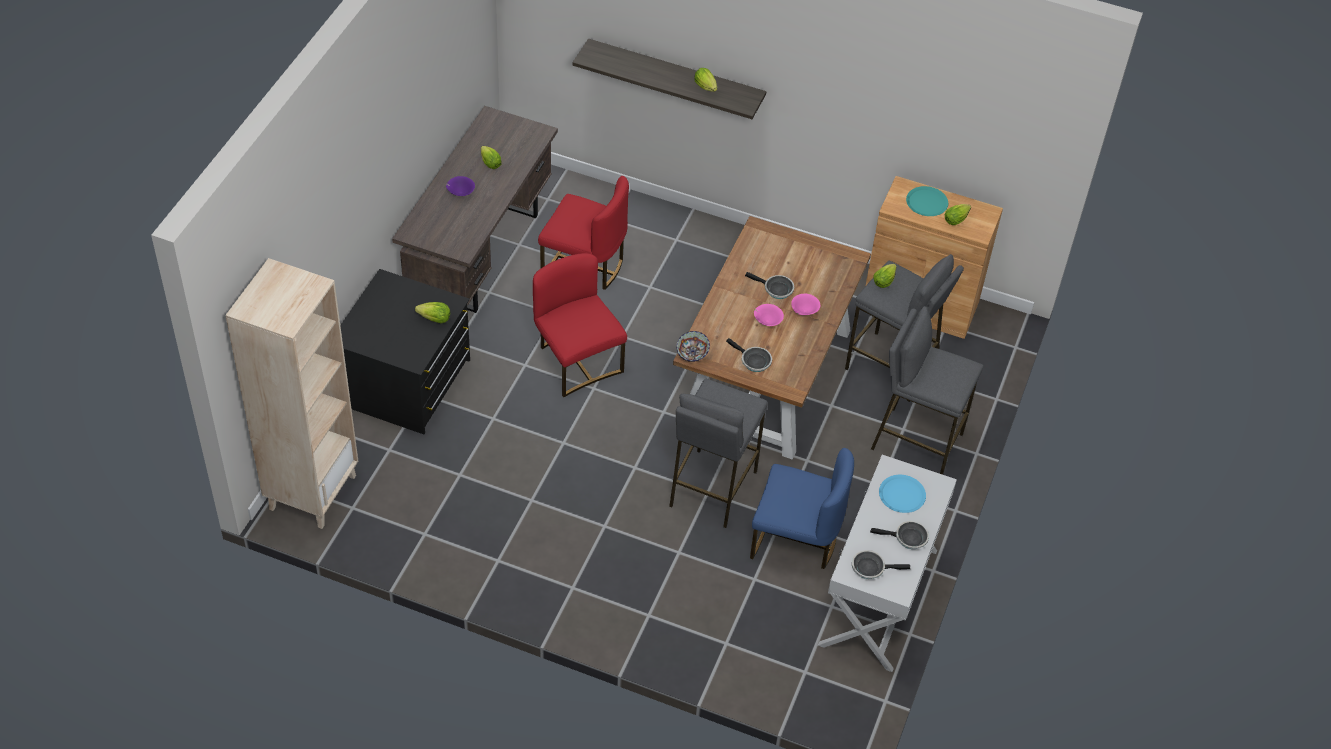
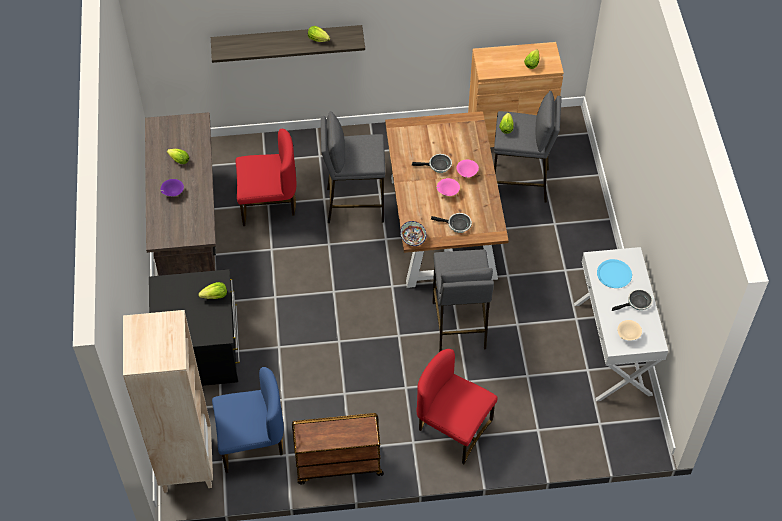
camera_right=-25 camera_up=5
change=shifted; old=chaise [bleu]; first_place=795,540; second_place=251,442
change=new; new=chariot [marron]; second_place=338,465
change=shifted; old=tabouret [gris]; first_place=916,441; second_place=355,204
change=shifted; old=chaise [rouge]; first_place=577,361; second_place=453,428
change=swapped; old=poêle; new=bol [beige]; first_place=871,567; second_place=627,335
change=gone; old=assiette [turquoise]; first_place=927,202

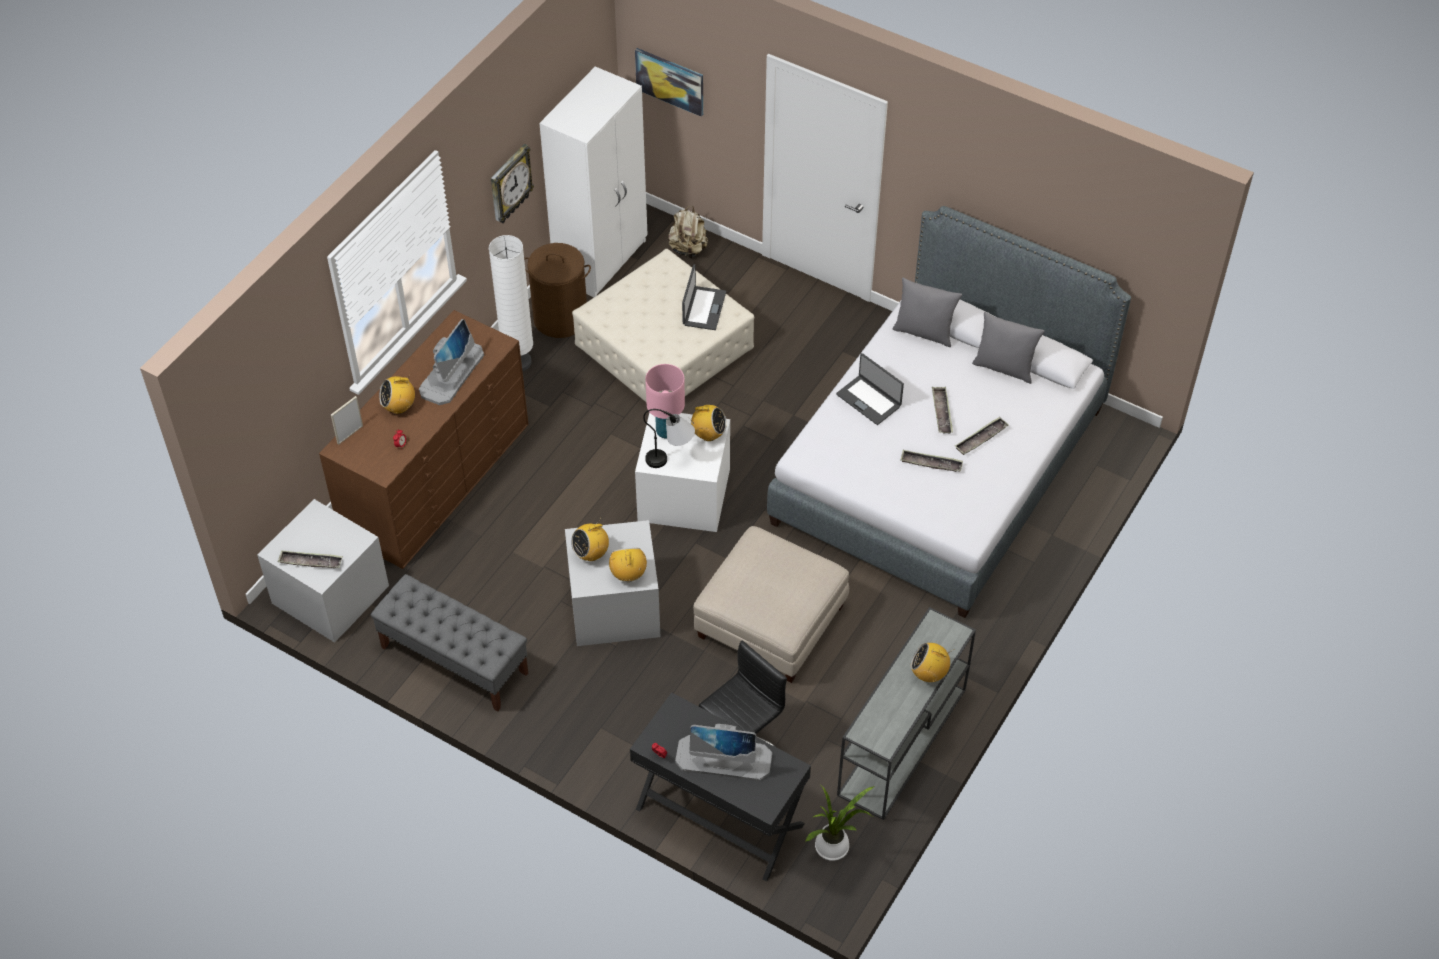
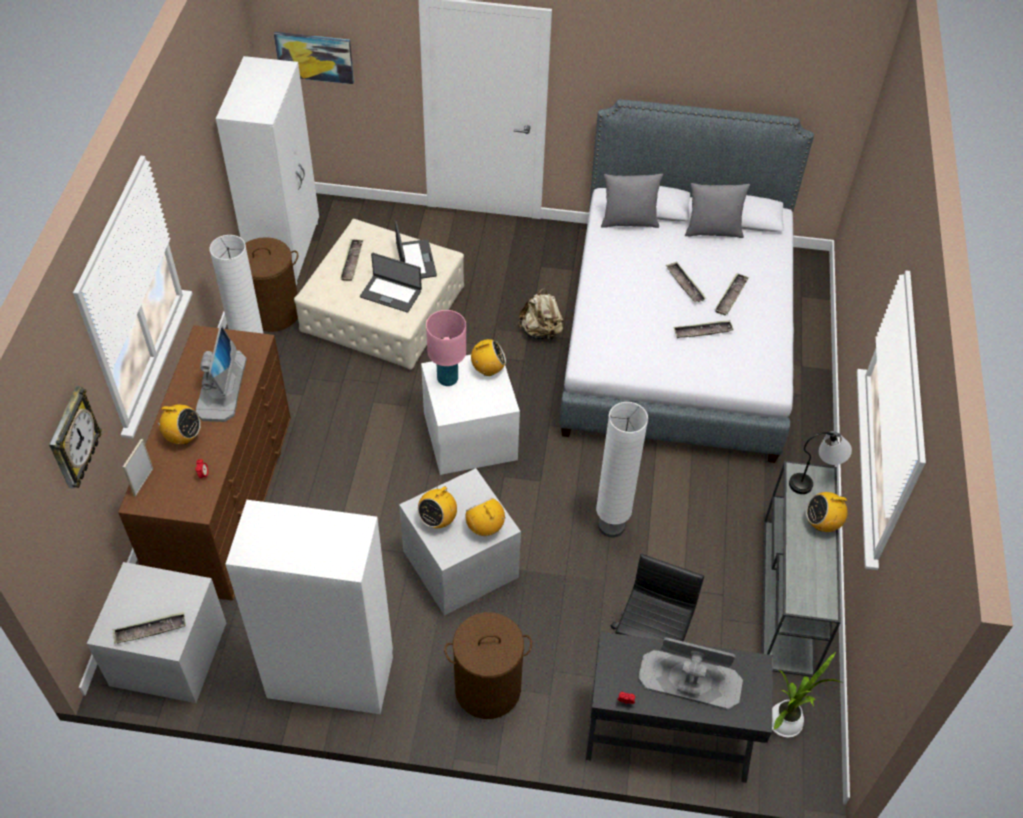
camera_right=-25 camera_up=0
change=shifted; old=horloge murale; first_place=509,184; second_place=73,440
change=rotated; old=radio; first_place=399,407; second_place=183,437; degrees=-120
change=swapped; old=banc [gris]; new=armoire [blanc]; first_place=454,660; second_place=329,675
change=new; new=plateau; second_place=352,262
change=shifted; old=ordinateur portable; first_place=869,400; second_place=391,293
change=new; new=panier à linge [marron]; second_place=487,689
change=shifted; old=sac à dos [beige]; first_place=688,249; second_place=541,331
change=swapped; old=pouf [beige]; new=lampadaire [blanc]; first_place=771,621; second_place=611,526
change=rotated; old=écran d'ordinateur; first_place=724,758; second_place=689,680; degrees=-150
change=shifted; old=lampe de table; first_place=671,460; second_place=815,480

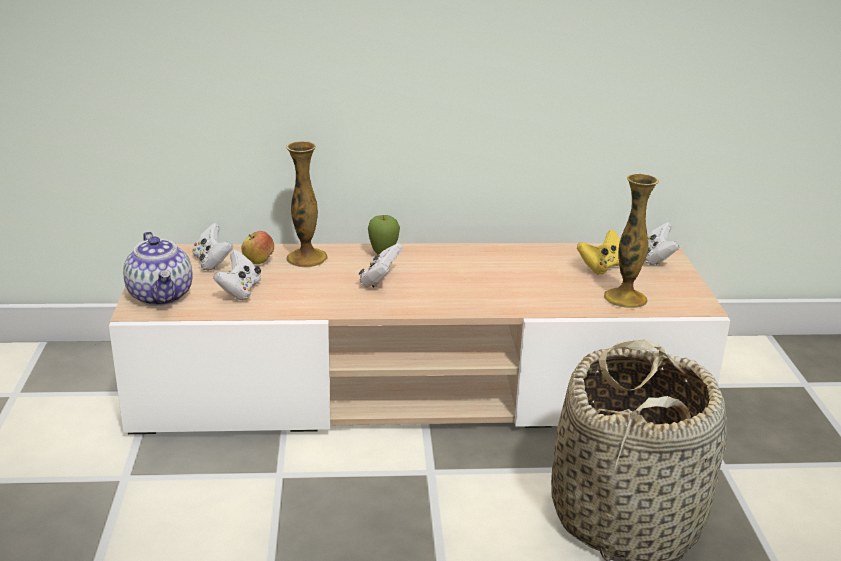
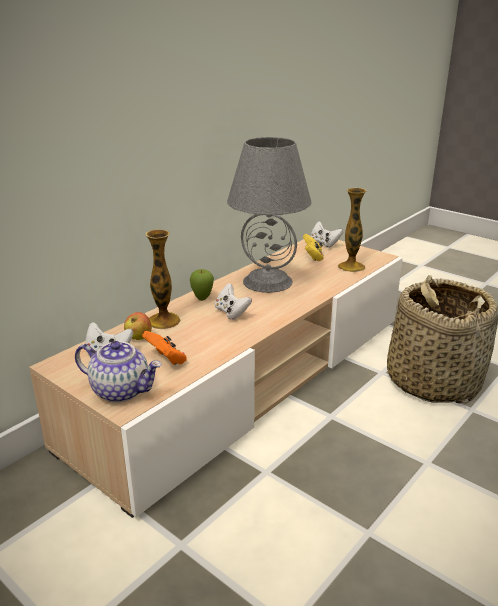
camera_right=-45 camera_up=0
change=repainted; old=manette [blanc]; new=manette [orange]; first_place=240,291; second_place=166,360
change=new; new=lampe de table [gris]; second_place=268,281

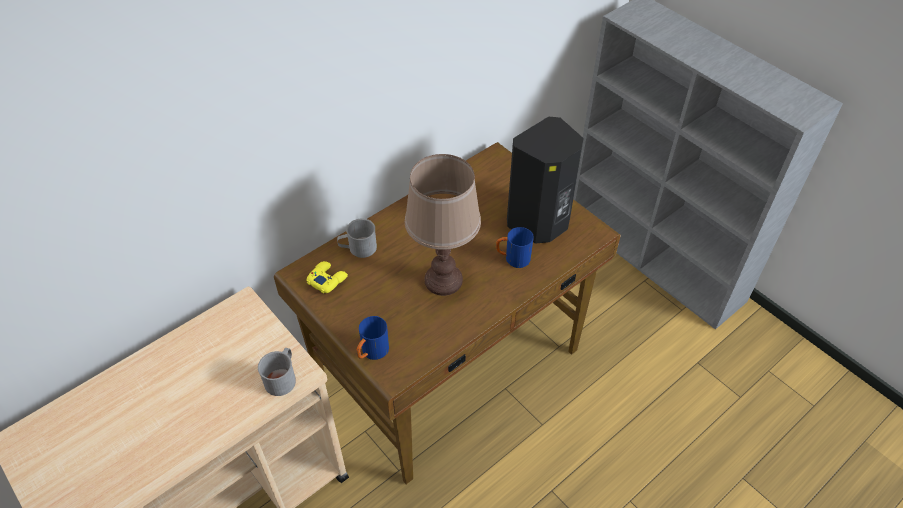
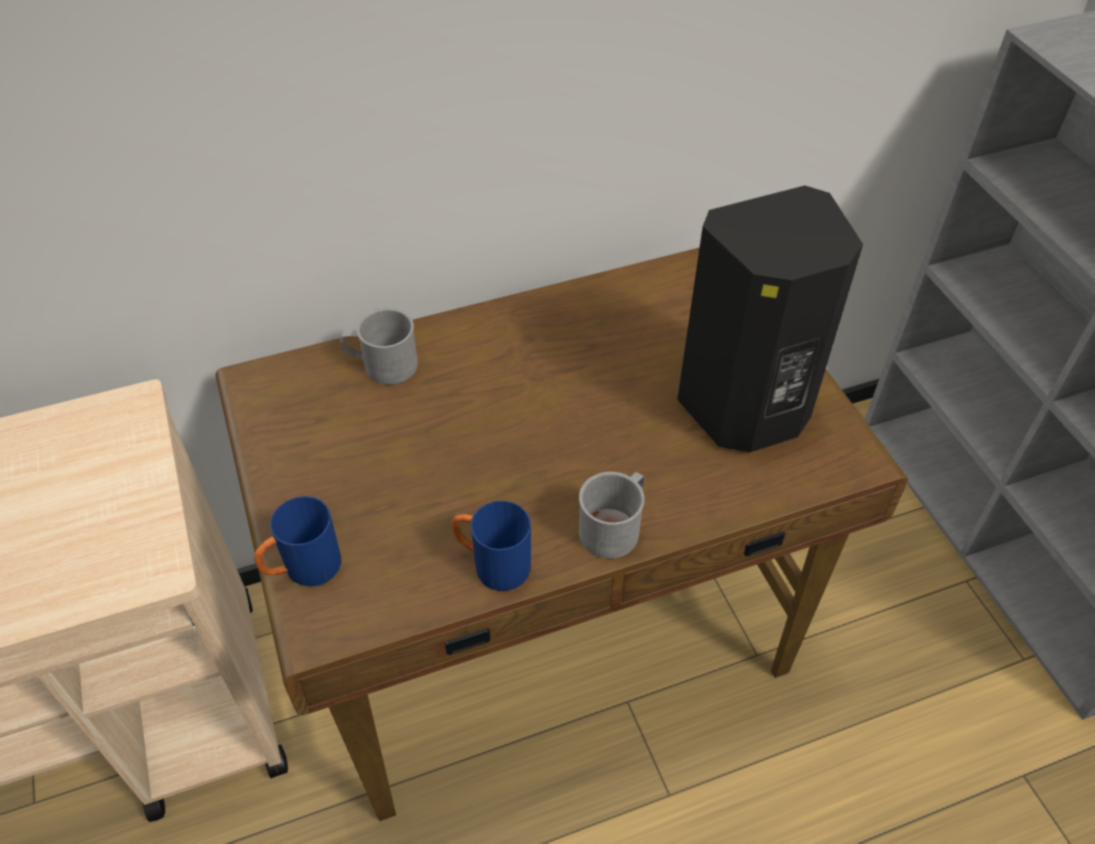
camera_right=20 camera_up=0
change=shifted; old=mug [bleu]; first_place=512,259; second_place=492,564
change=shifted; old=mug [gris]; first_place=282,377; second_place=614,526
change=gone; old=manette [jaune]; first_place=327,279
change=gone; old=lampe de table [marron]; first_place=444,280

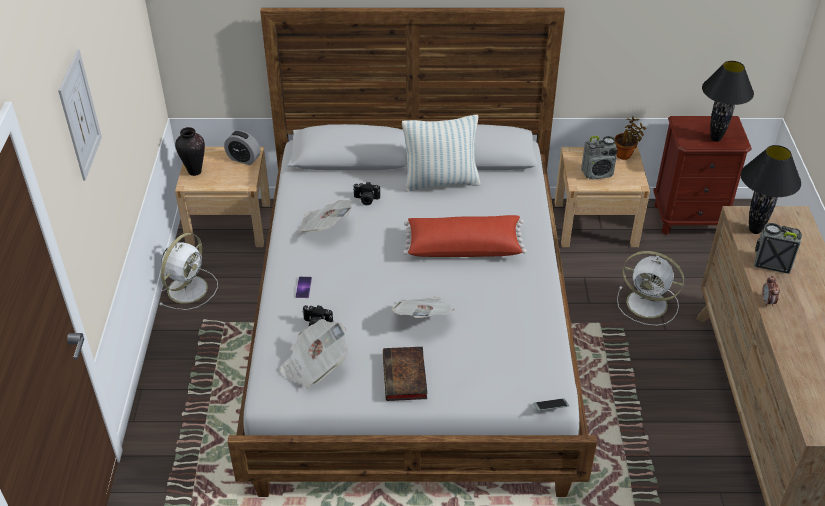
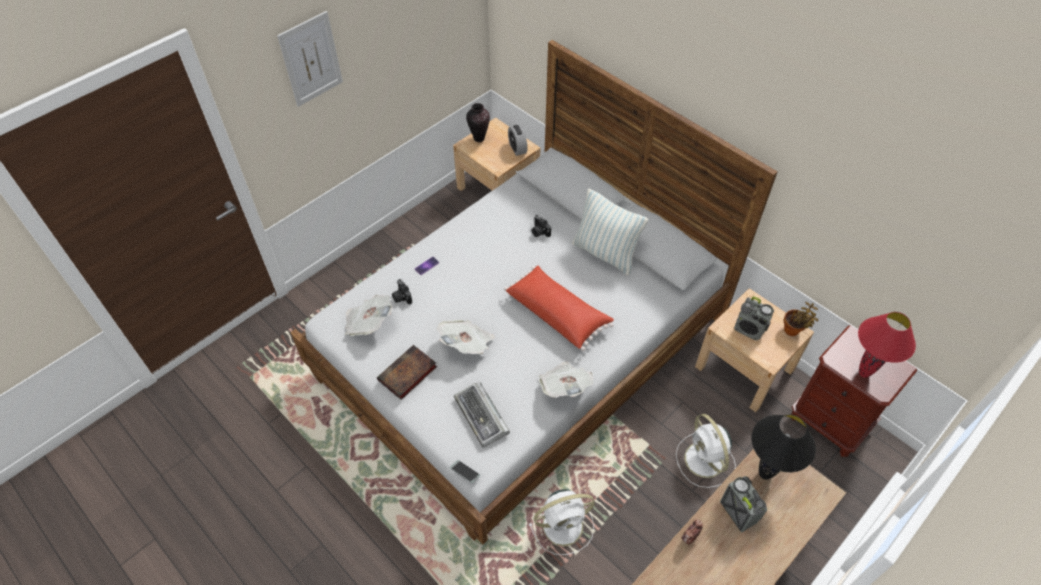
camera_right=45 camera_up=10
change=new; new=clavier; second_place=482,417
change=shifted; old=ventilateur [blanc]; first_place=189,288; second_place=564,525
change=shifted; old=journal; first_place=325,228; second_place=565,387
change=repainted; old=lampe de table [noir]; new=lampe de table [rouge]; first_place=715,139; second_place=863,373

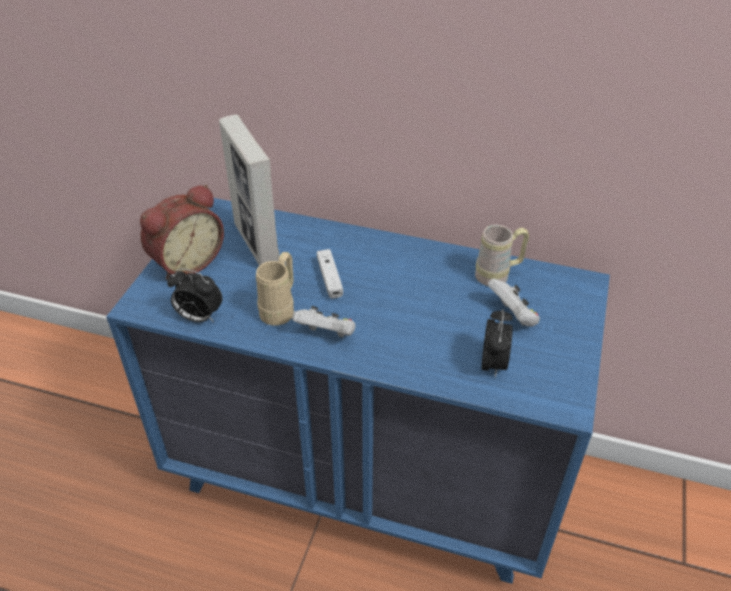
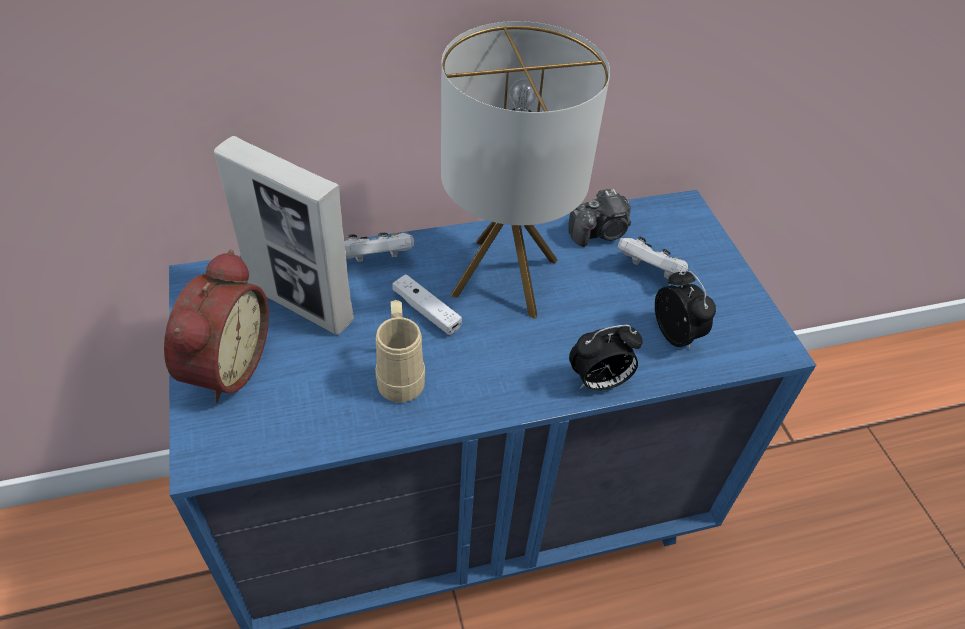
camera_right=-35 camera_up=5
change=shifted; old=manette [blanc]; first_place=327,334; second_place=377,260
change=new; new=lampe de table; second_place=504,277
change=swapped; old=mug [beige]; new=appareil photo; first_place=498,276; second_place=600,233
change=shifted; old=réveil; first_place=198,317; second_place=599,382

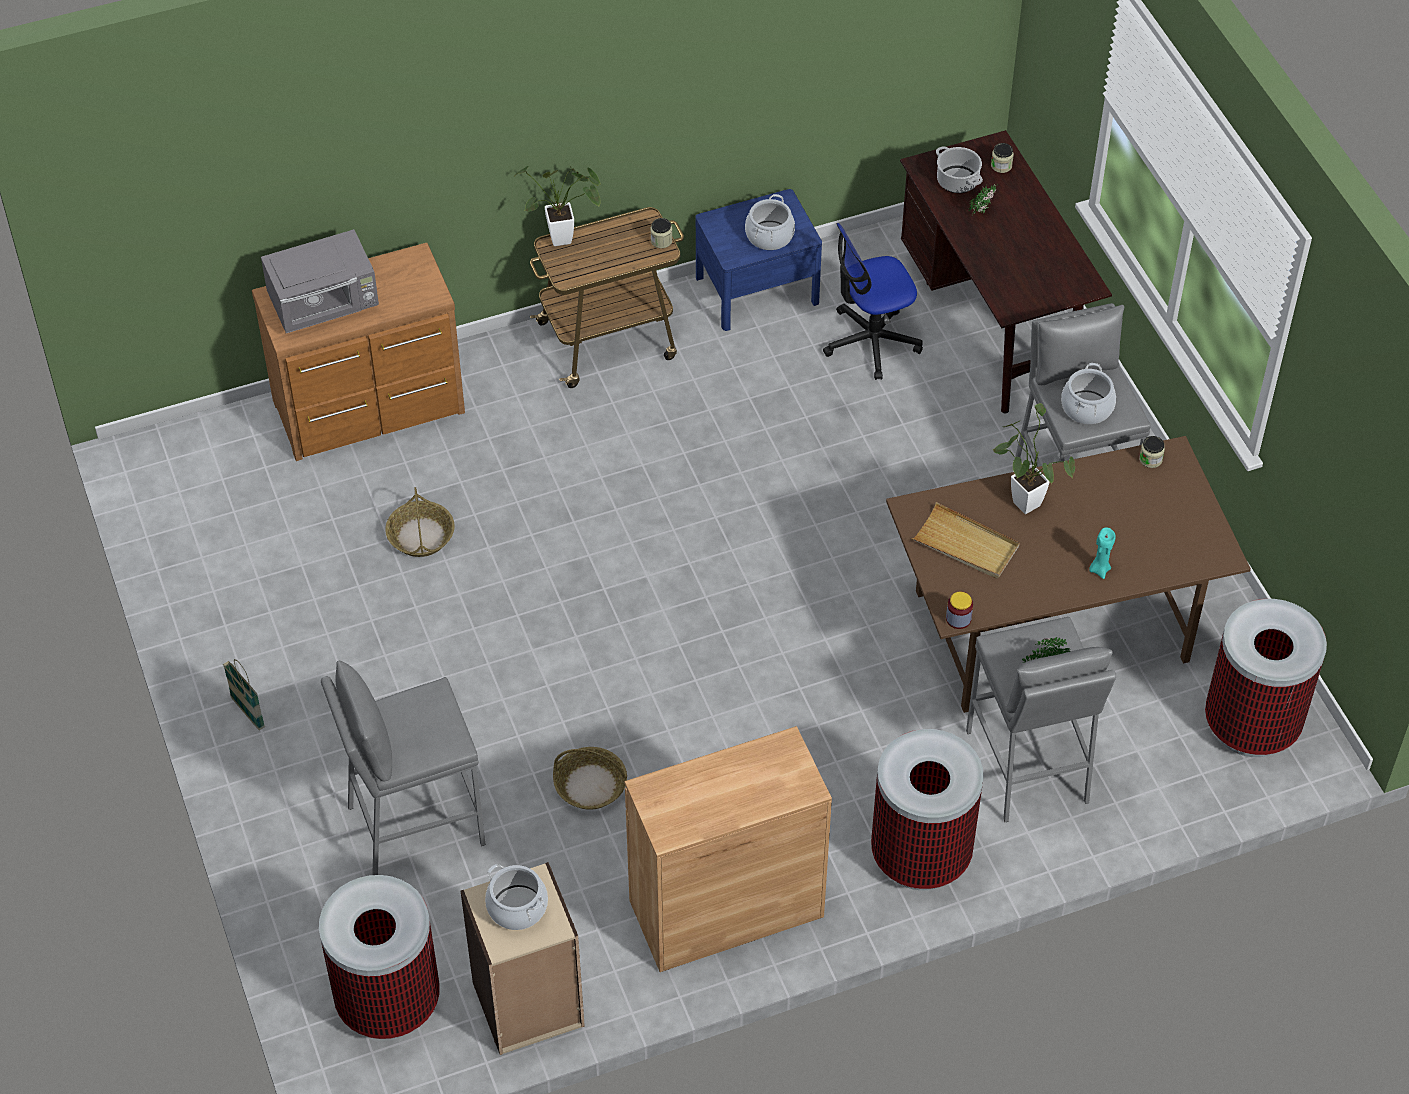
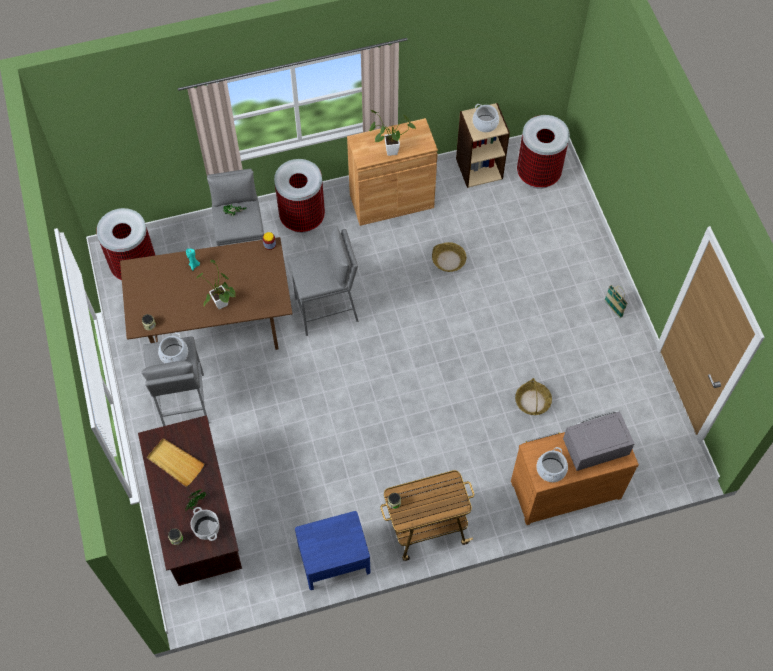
camera_right=-175 camera_up=10
change=shifted; old=plateau [beige]; first_place=966,544; second_place=175,462
change=shifted; old=tabouret [gris]; first_place=415,824; second_place=327,310
change=shifted; old=plante en pot; first_place=566,238; second_place=388,151
change=shifted; old=marmite; first_place=770,236; second_place=551,469
change=gone; old=chaise de bureau; first_place=871,341

